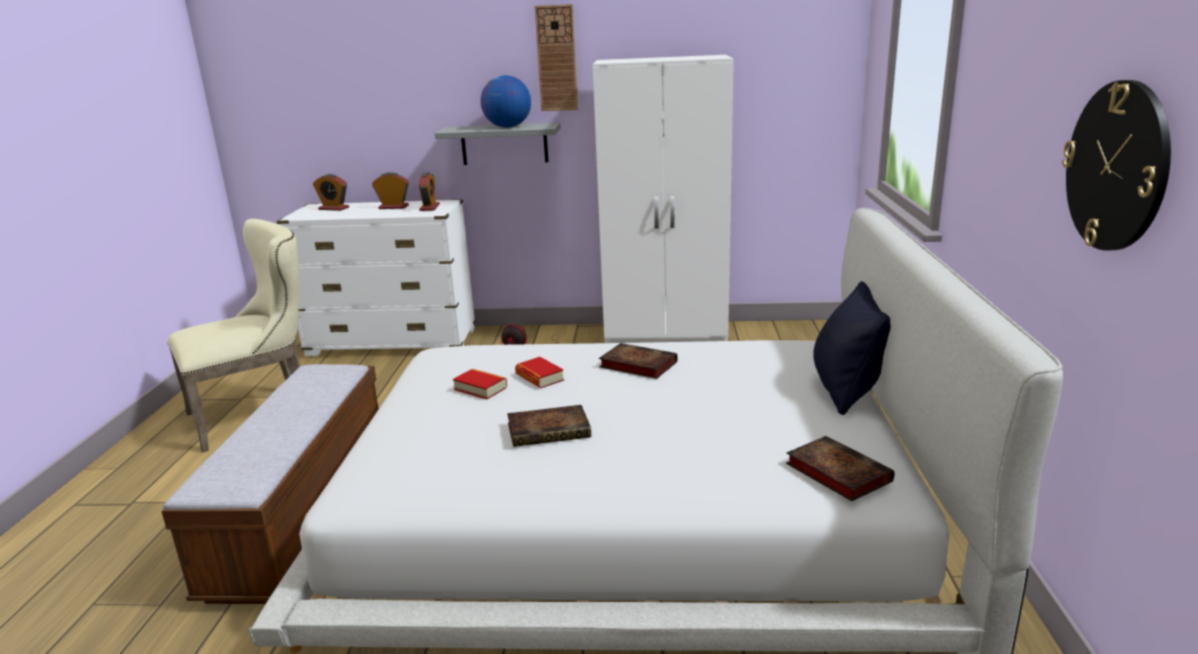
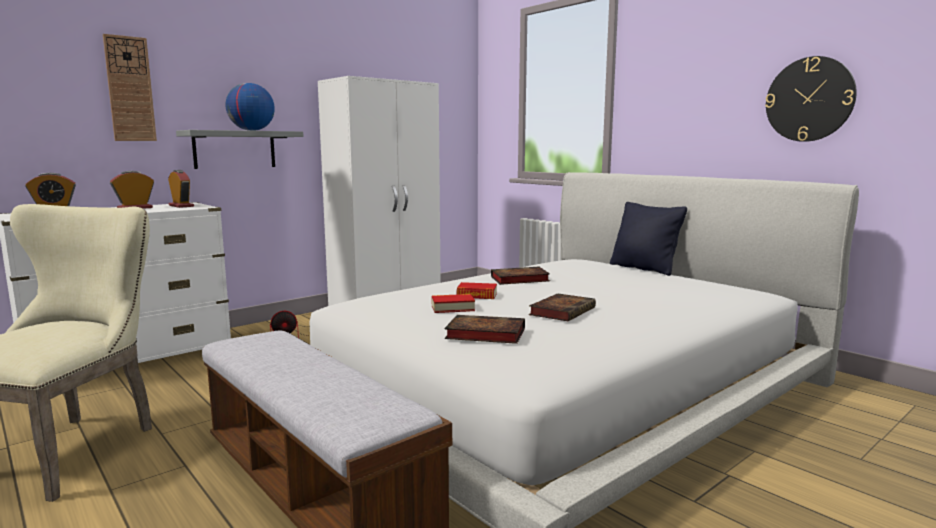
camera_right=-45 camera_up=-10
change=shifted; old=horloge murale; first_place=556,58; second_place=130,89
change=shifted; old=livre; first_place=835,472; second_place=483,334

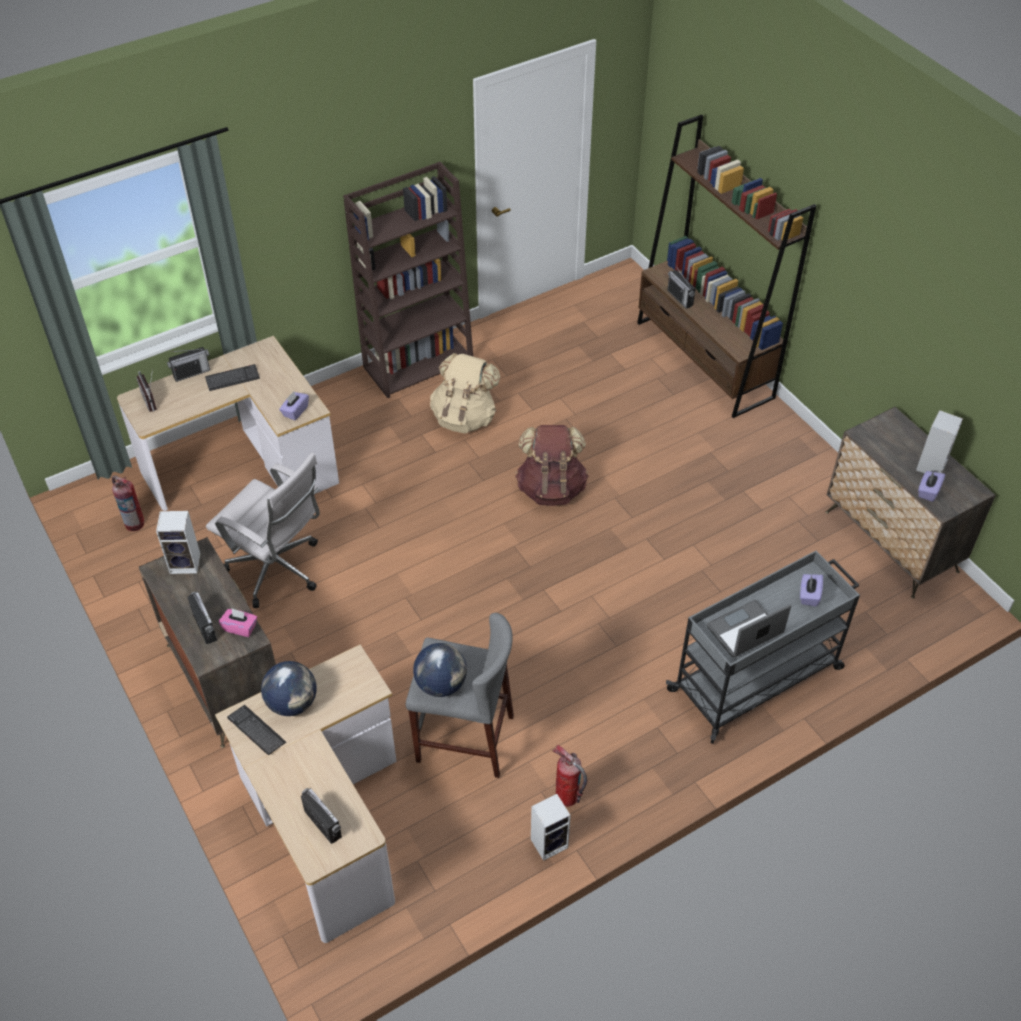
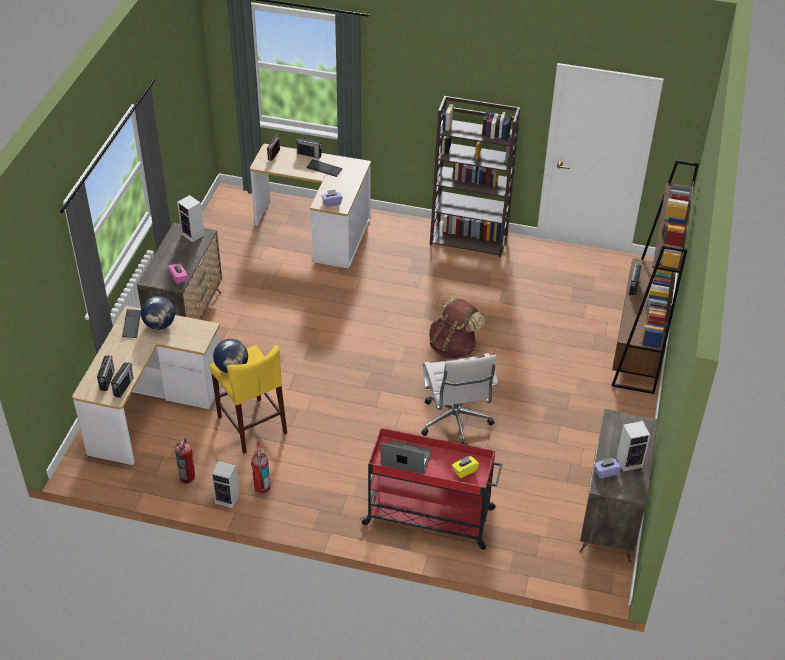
camera_right=45 camera_up=-5
change=shifted; old=radio; first_place=205,627; second_place=123,387
change=shifted; old=extincteur; first_place=135,523; second_place=187,477
change=repainted; old=tabouret [gris]; new=tabouret [jaune]; first_place=464,738; second_place=252,425
change=repainted; old=chariot [gris]; new=chariot [rouge]; first_place=757,679; second_place=430,517
change=shifted; old=chaise de bureau [blanc]; first_place=278,571; second_place=455,424
change=repainted; old=boîte à mouchoirs [violet]; new=boîte à mouchoirs [jaune]; first_place=809,595; second_place=464,471
change=gone; old=sac à dos [beige]; first_place=464,417

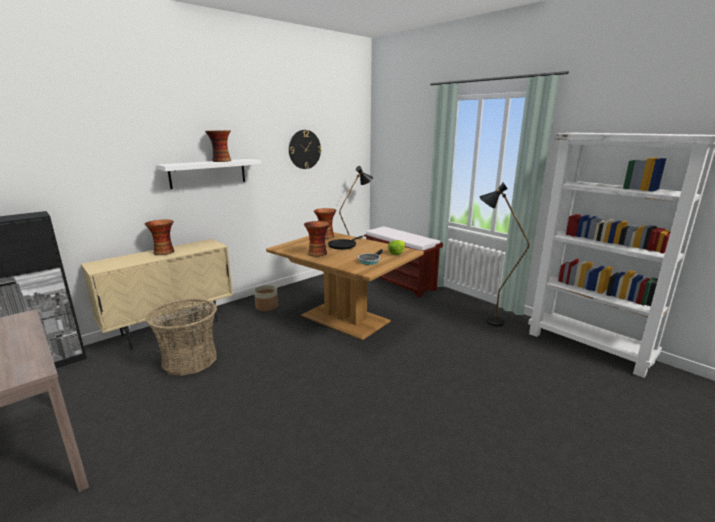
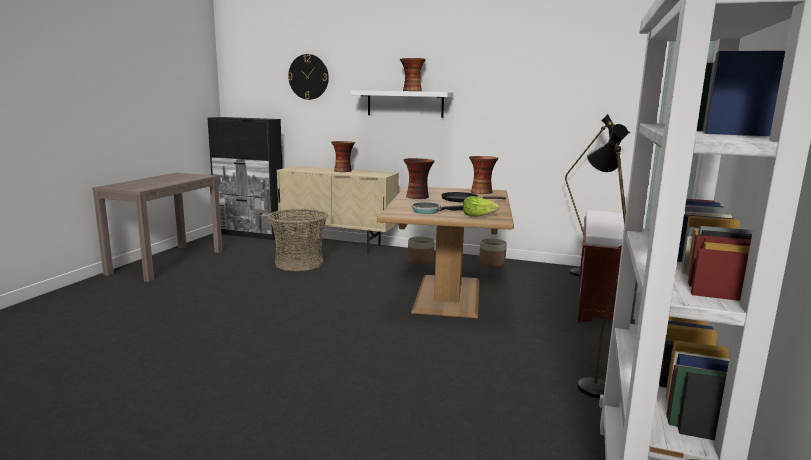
camera_right=60 camera_up=-5
change=shifted; old=horloge murale; first_place=304,149; second_place=308,77
change=new; new=cache-pot; second_place=492,263

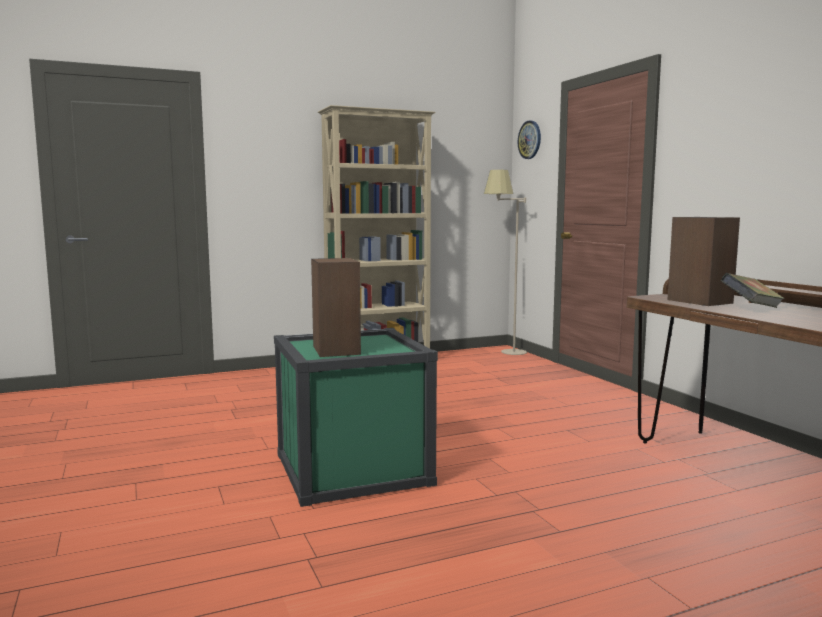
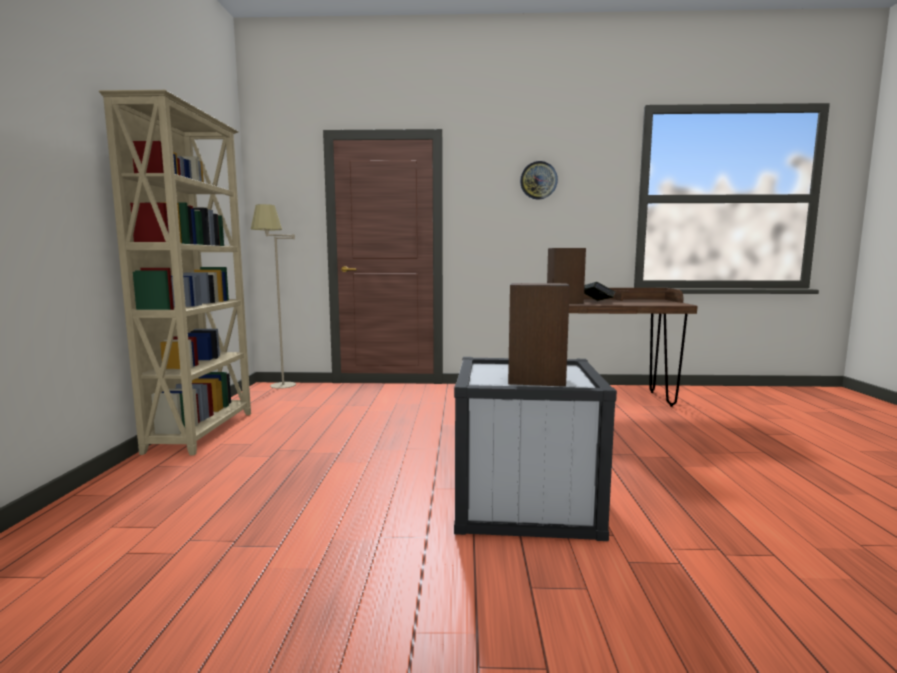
camera_right=-65 camera_up=0
change=repainted; old=boîte de rangement [vert]; new=boîte de rangement [blanc]; first_place=353,469; second_place=524,500
change=shifted; old=horloge murale; first_place=530,140; second_place=538,180

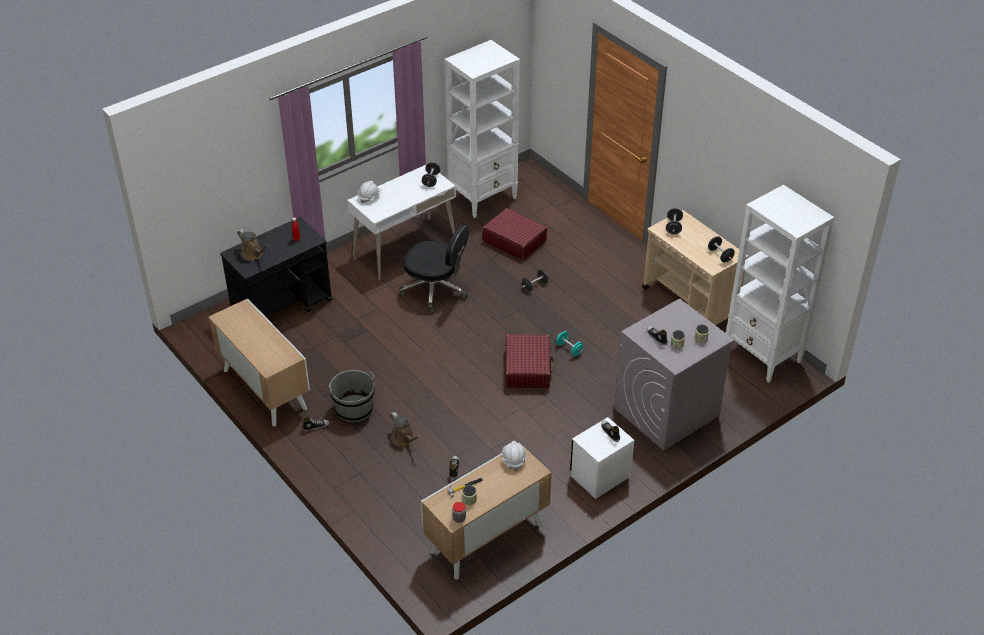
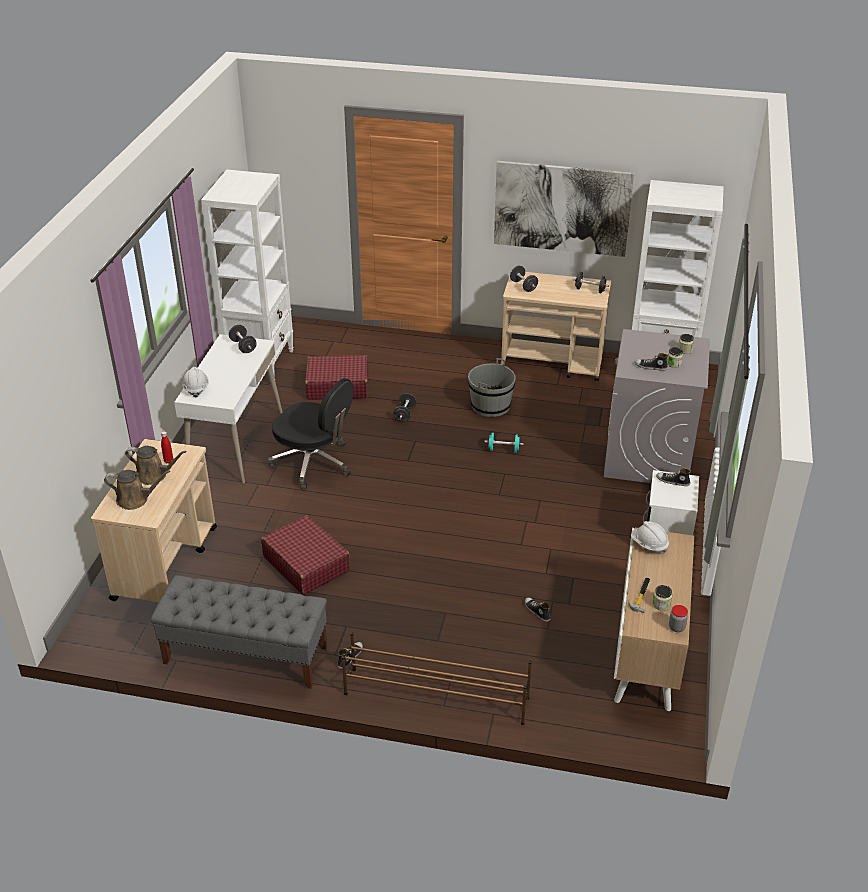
camera_right=-40 camera_up=-5
change=repainted; old=chariot [noir]; new=chariot [beige]; first_place=282,307; second_place=166,562
change=shifted; old=arrosoir [marron]; first_place=404,439; second_place=154,475
change=swapped; old=meuble de rangement; new=banc [gris]; first_place=263,389; second_place=245,655
change=shifted; old=valise [rouge]; first_place=527,368; second_place=306,564
change=rotated; old=chaise de bureau [noir]; first_place=436,290; second_place=314,463; degrees=45
change=new; new=étagère à chaussures [marron]; second_place=435,695
change=shifted; old=seau [gris]; first_place=354,409; second_place=490,406
change=new; new=tableau; second_place=562,208

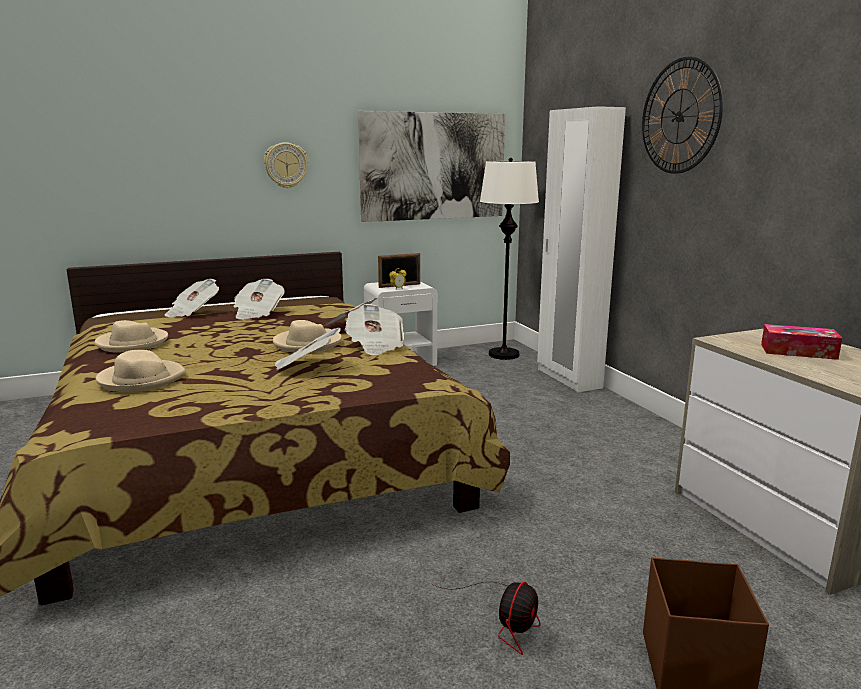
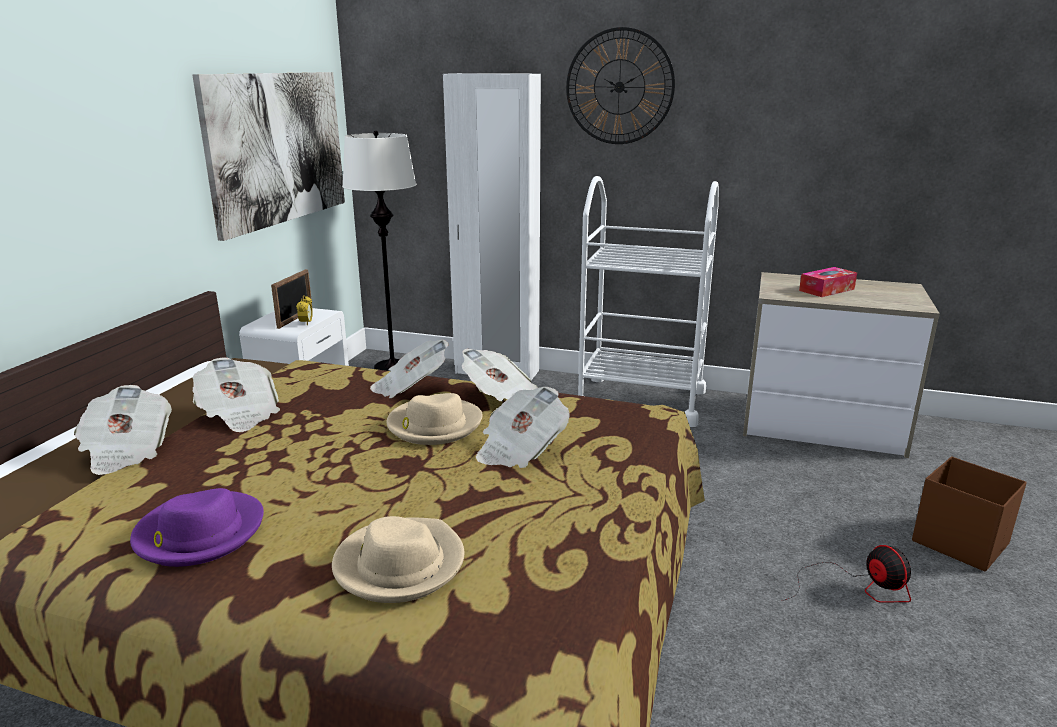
camera_right=-50 camera_up=5
change=repainted; old=chapeau [beige]; new=chapeau [violet]; first_place=132,343; second_place=199,533
change=new; new=chariot [blanc]; second_place=640,400
change=gone; old=horloge murale; first_place=286,165

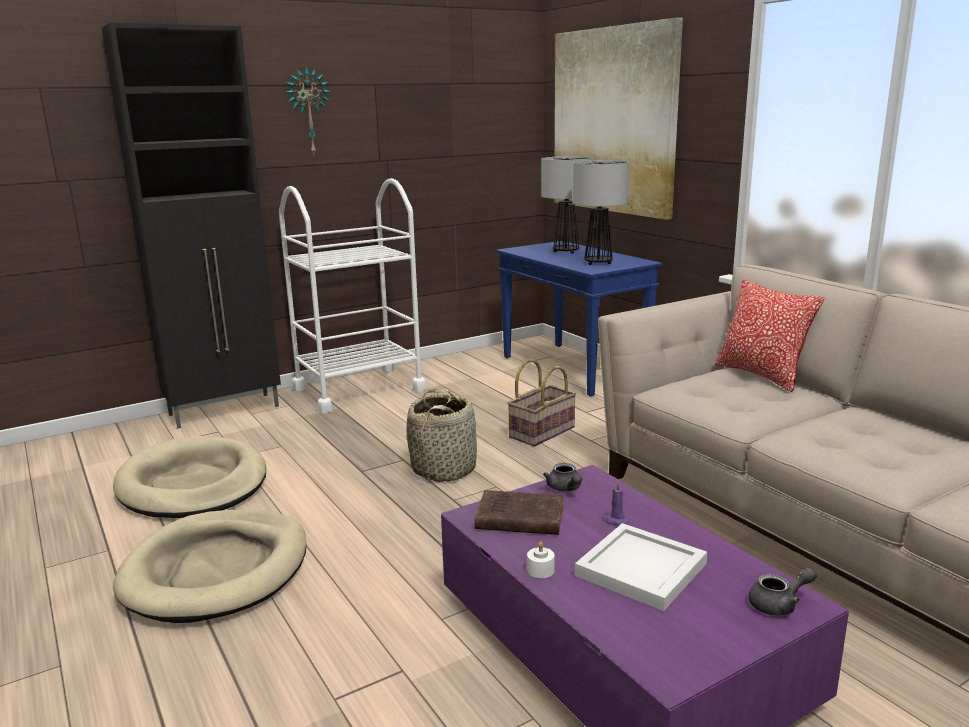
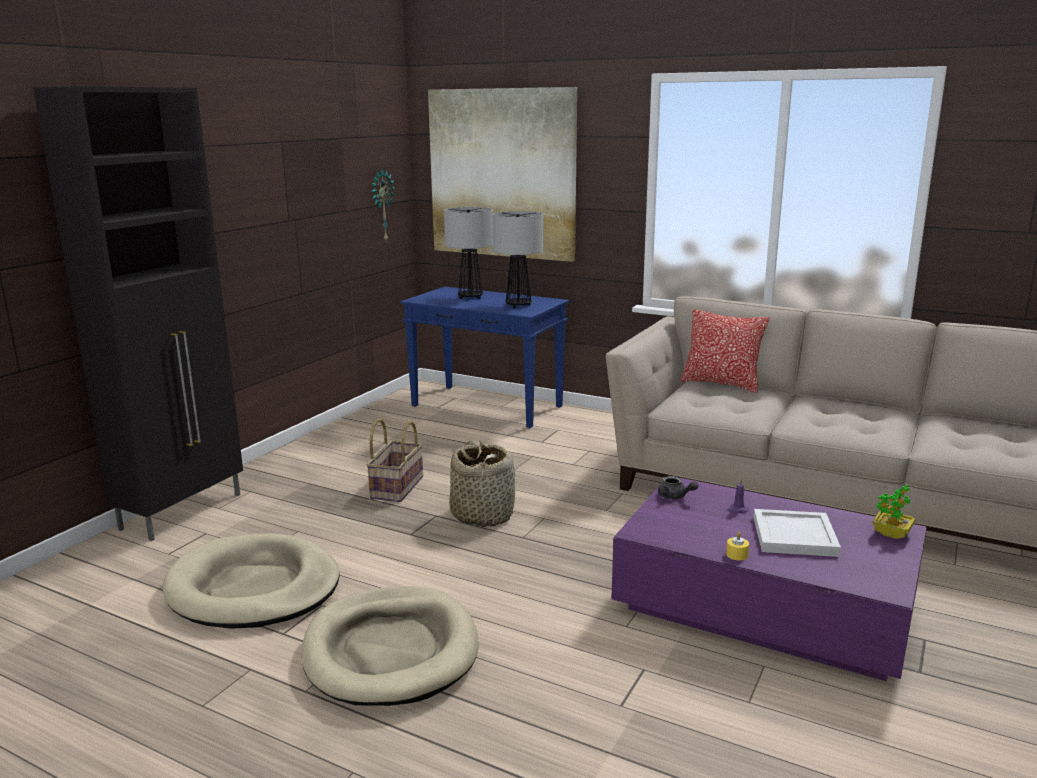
camera_right=-30 camera_up=0
change=shifted; old=panier; first_place=541,432; second_place=396,487
change=shifted; old=horloge murale; first_place=308,111; second_place=381,205
change=repainted; old=bougie [blanc]; new=bougie [jaune]; first_place=540,570; second_place=737,555
change=swapped; old=théière [gris]; new=plante en pot; first_place=779,605; second_place=891,534
change=gone; old=chariot [blanc]; first_place=359,389
change=gone; old=livre [marron]; first_place=517,518

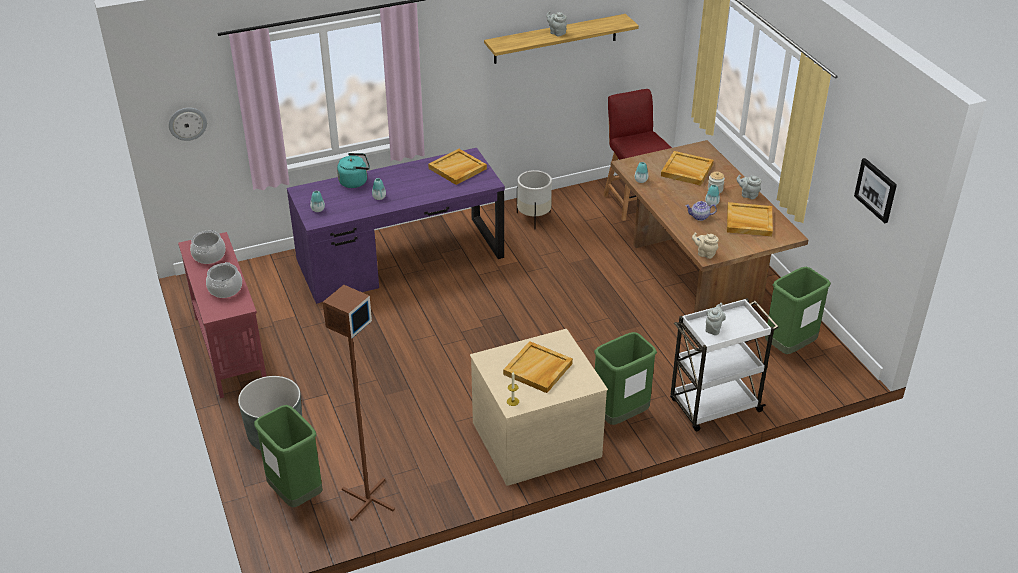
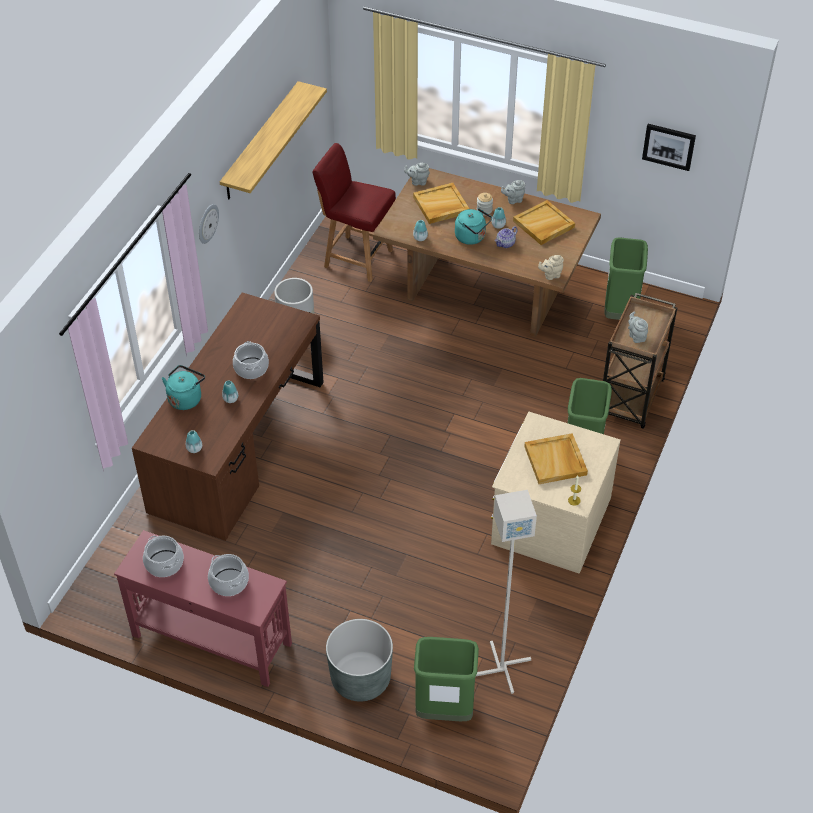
camera_right=-45 camera_up=10
change=repainted; old=bureau [violet]; new=bureau [marron]; first_place=400,259; second_place=238,446
change=shifted; old=horloge murale; first_place=187,123; second_place=207,223
change=new; new=marmite; second_place=251,368
change=shifted; old=théière [gris]; first_place=556,32; second_place=418,182
change=new; new=bouilloire [turquoise]; second_place=472,237
change=repainted; old=lampadaire [marron]; new=lampadaire [gris]; first_place=367,499; second_place=501,668
change=repainted; old=chariot [blanc]; new=chariot [marron]; first_place=714,406; second_place=630,399
change=gone; old=plateau [beige]; first_place=457,169

